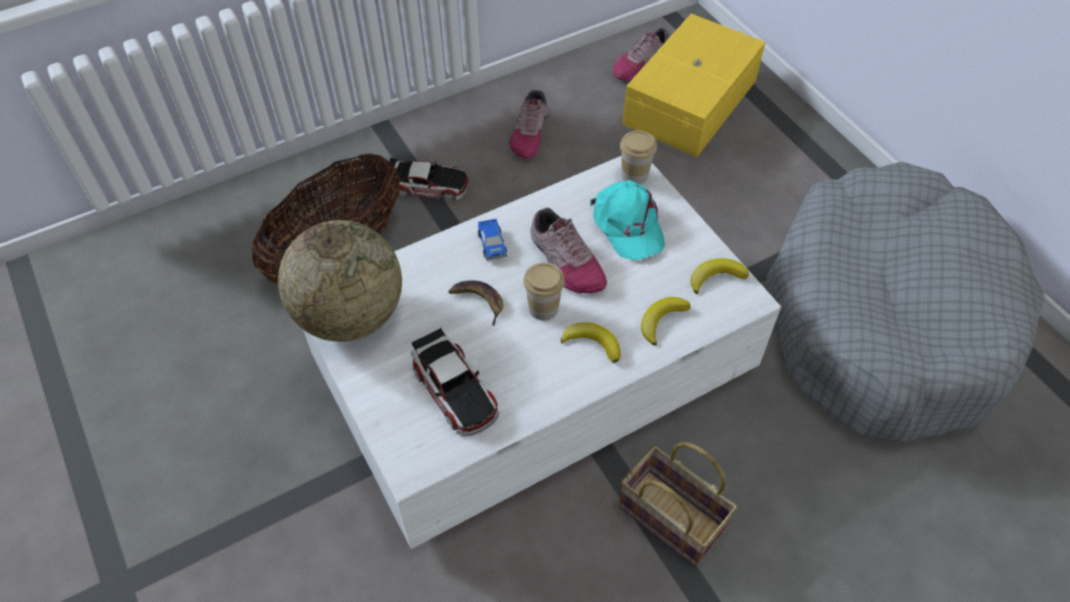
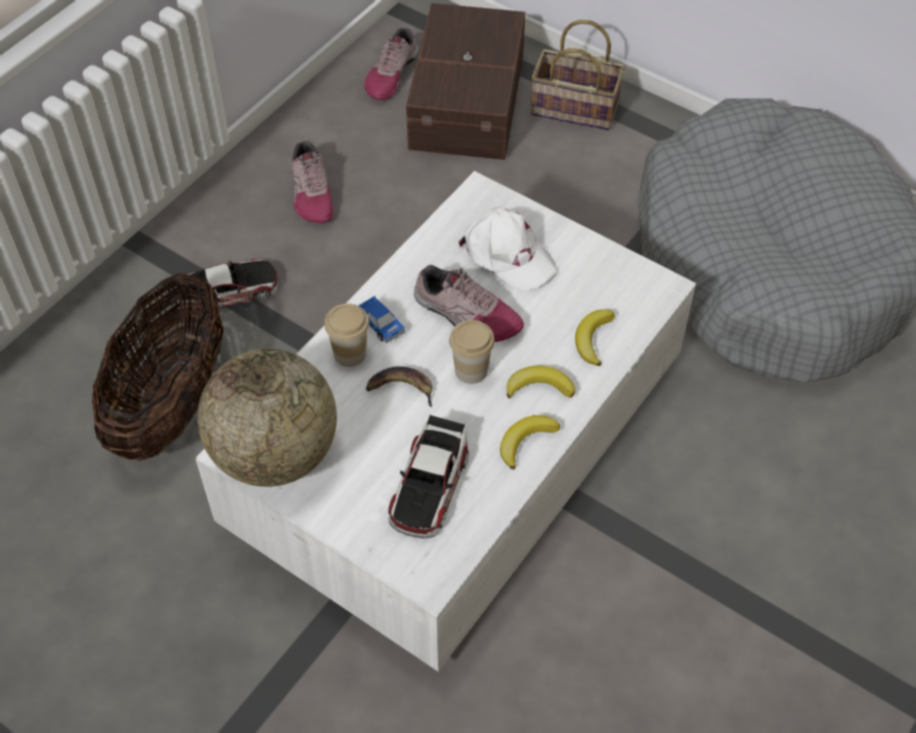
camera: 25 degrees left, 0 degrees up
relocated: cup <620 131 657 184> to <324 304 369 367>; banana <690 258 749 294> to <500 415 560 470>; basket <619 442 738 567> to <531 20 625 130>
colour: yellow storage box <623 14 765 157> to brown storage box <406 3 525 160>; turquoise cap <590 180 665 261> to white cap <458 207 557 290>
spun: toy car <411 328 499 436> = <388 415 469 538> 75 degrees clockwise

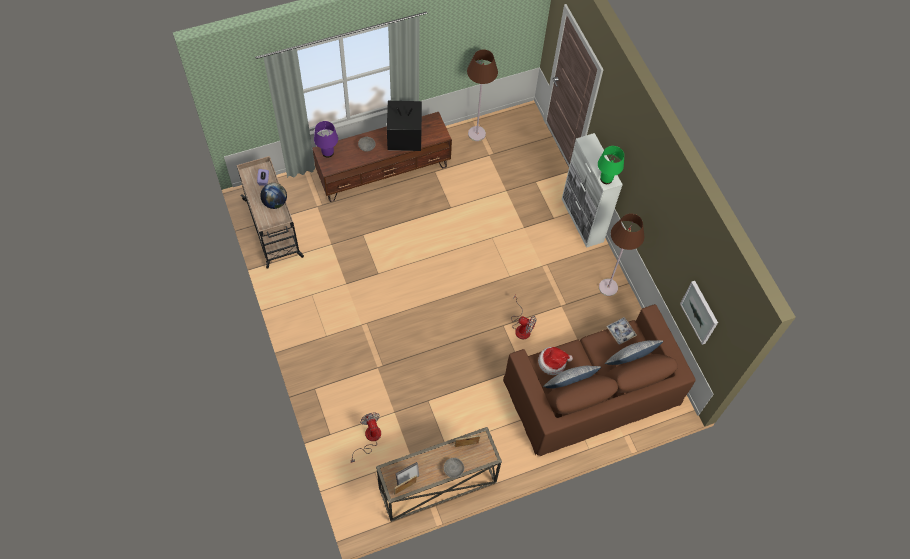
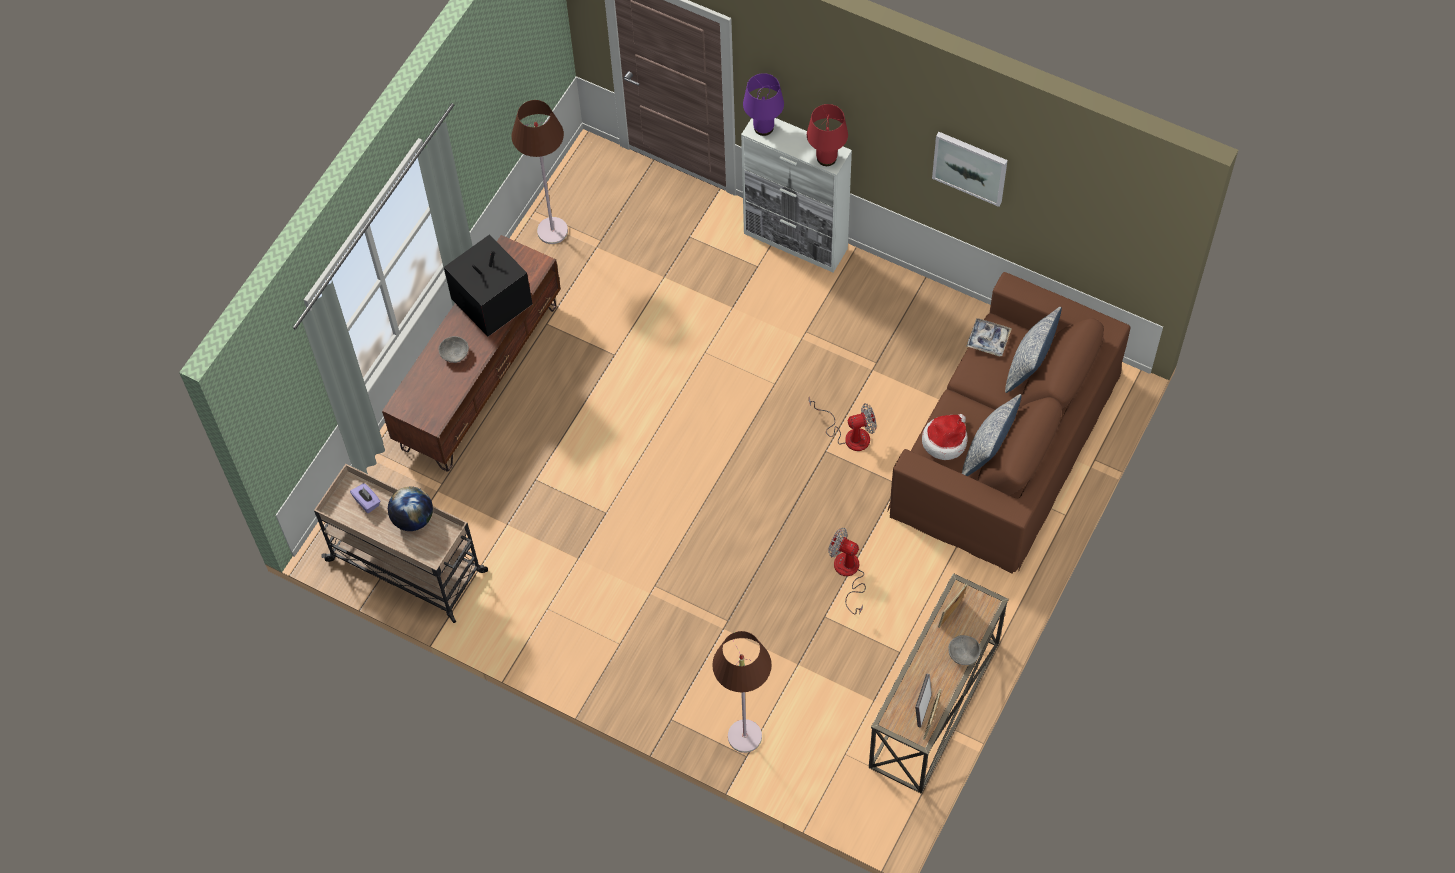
camera: 35 degrees left, 0 degrees up
relocated: brown floor lamp <599 213 644 296> to <712 631 772 753>; purple table lamp <314 121 338 158> to <743 73 784 136>; fan <351 412 381 463> to <828 528 866 614>; picture <680 281 718 345> to <932 132 1008 207>
colour: green table lamp <598 146 624 184> to red table lamp <807 104 848 166>

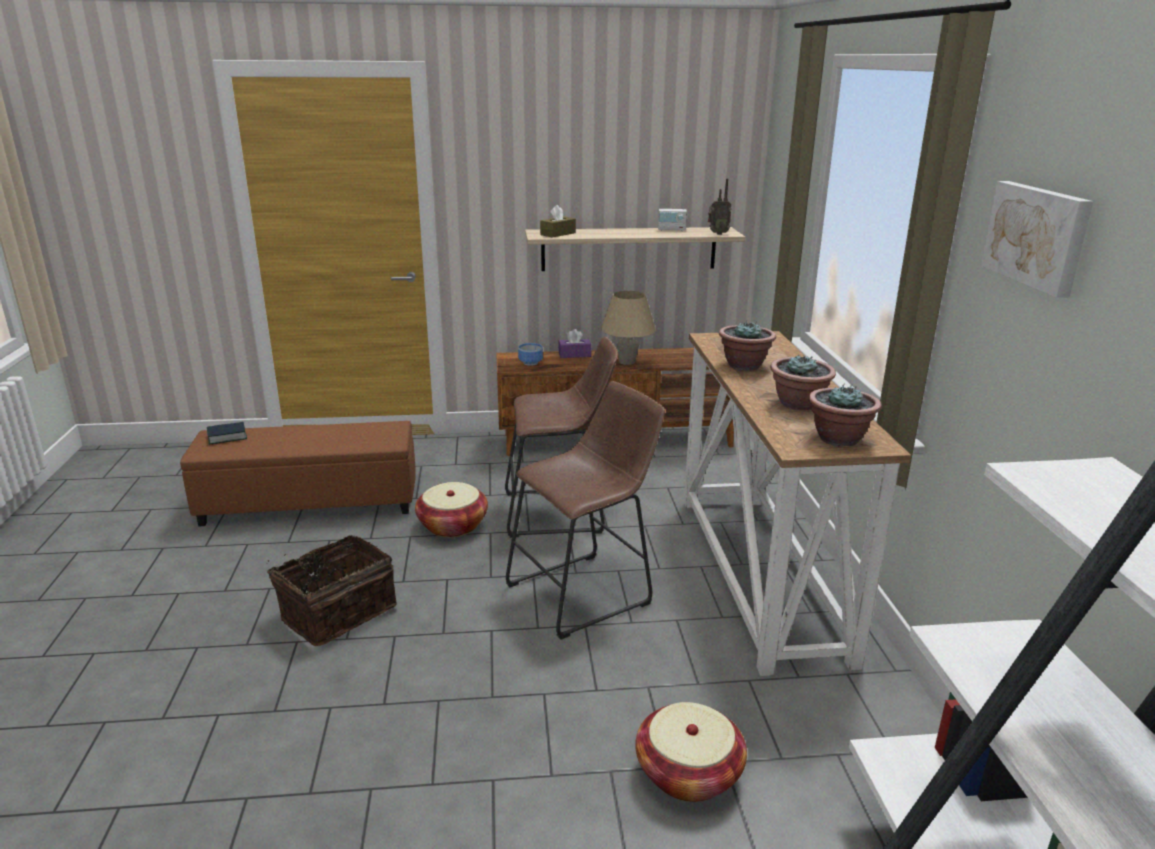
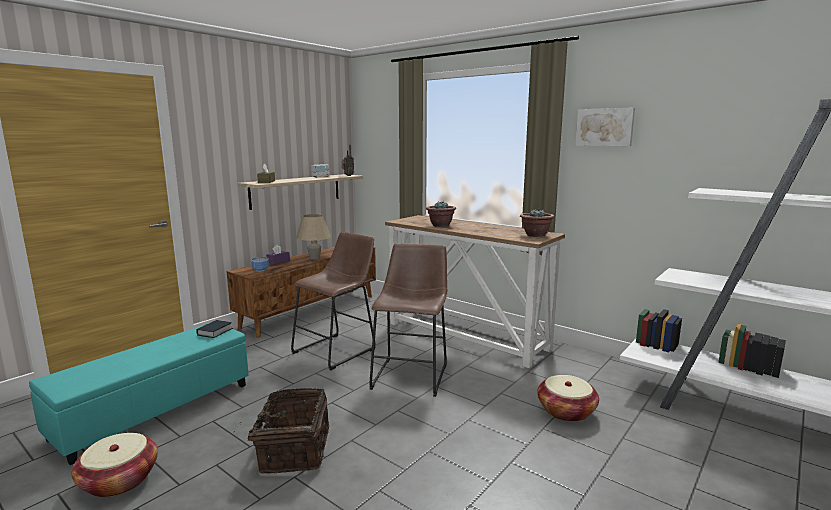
camera: 45 degrees left, 10 degrees down
missing: potted plant <770 354 836 411>
relocated: basket <415 482 488 537> to <71 433 158 497>; book <207 422 247 444> to <196 320 233 338>
colour: brown ottoman <180 421 416 526> to turquoise ottoman <29 325 248 465>

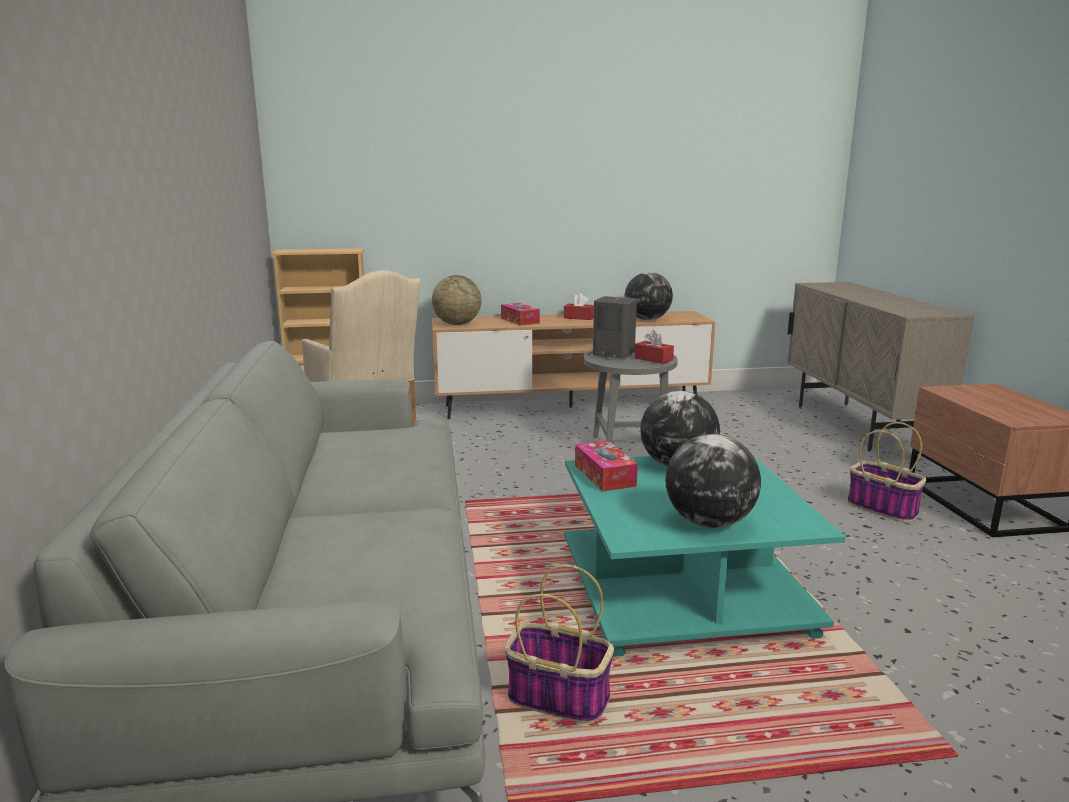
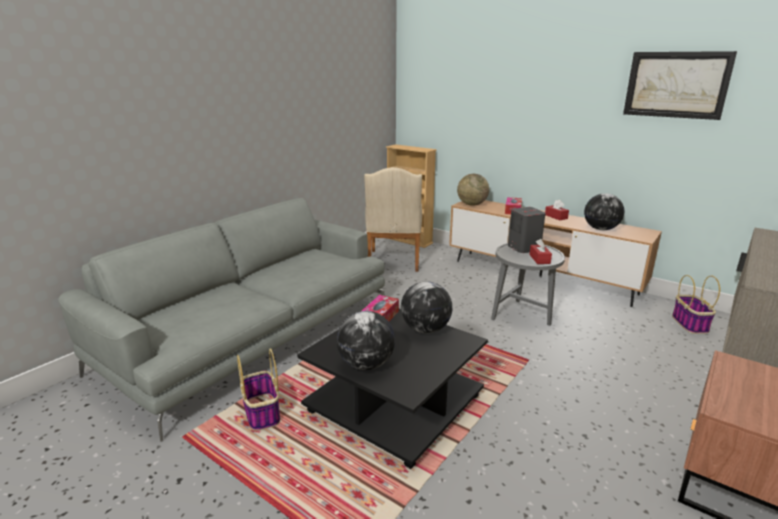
camera: 45 degrees right, 5 degrees up
appeared: picture <623 51 737 120>
relocated: basket <847 422 926 523> to <672 275 720 334>
colour: turquoise coffee table <564 456 846 657> to black coffee table <297 309 488 469>

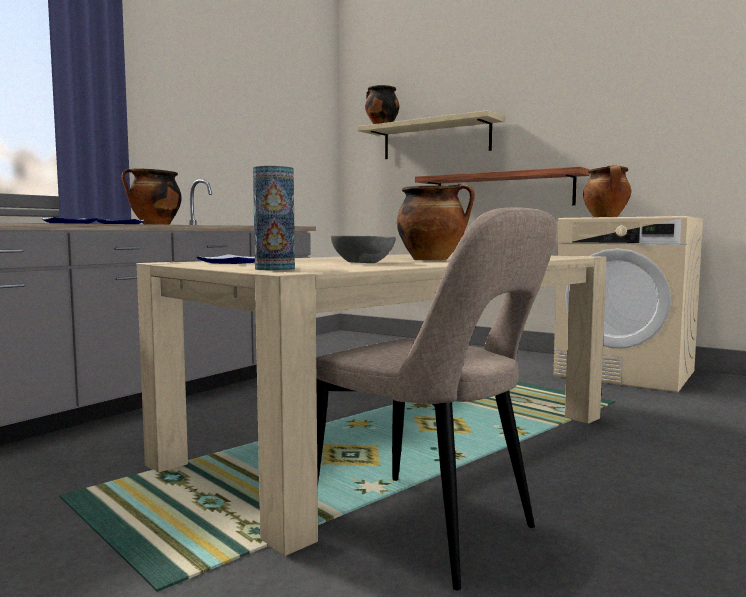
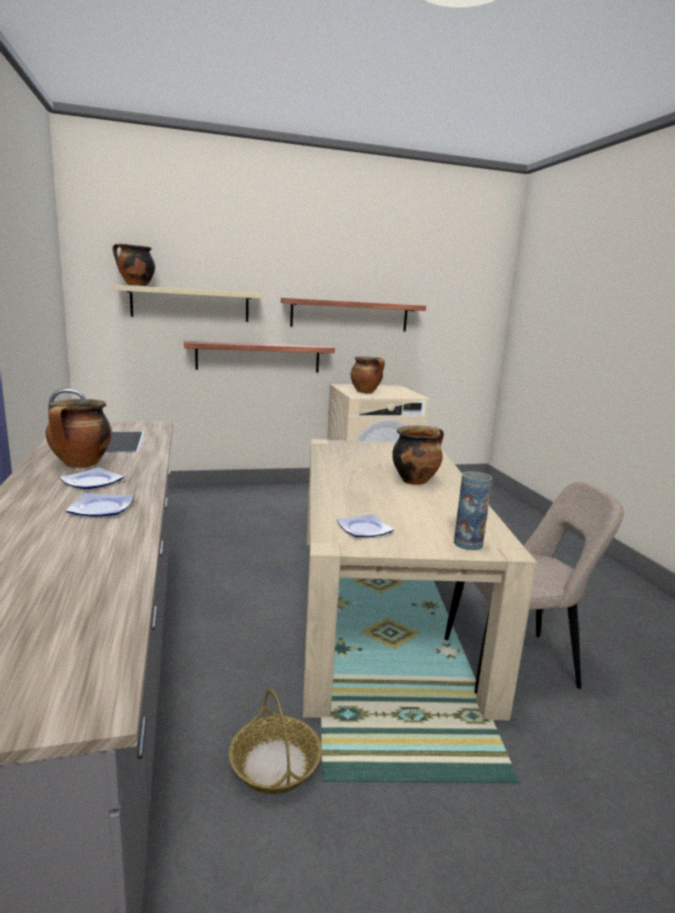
camera: 50 degrees left, 10 degrees up
missing: grey bowl <331 235 396 263>
appeared: basket <229 689 322 794>; shelf <281 298 426 332>

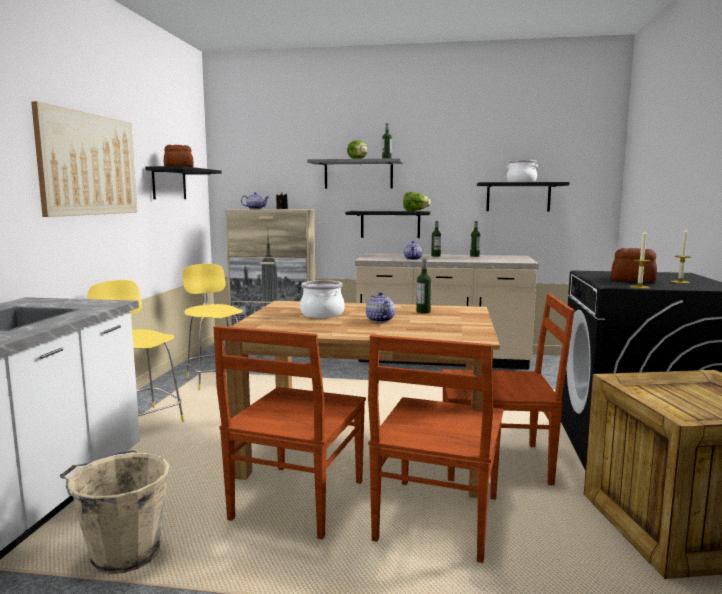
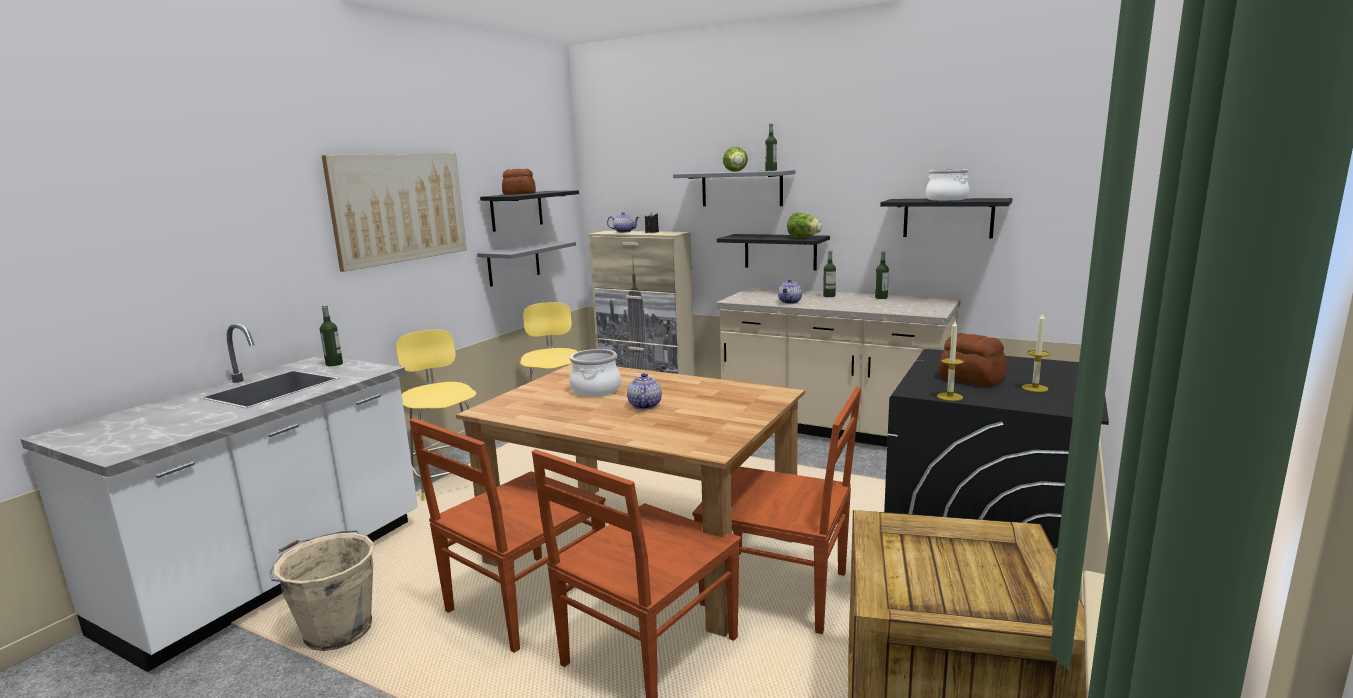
camera: 20 degrees right, 5 degrees up
appeared: grey shelf <477 241 576 286>
relocated: bottle <416 259 431 314> to <320 305 343 366>

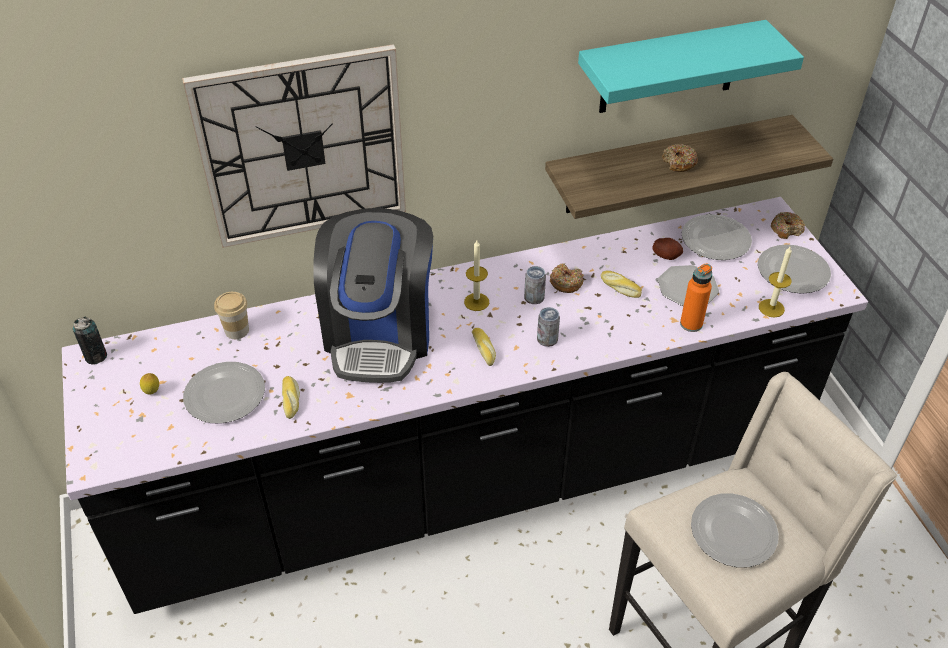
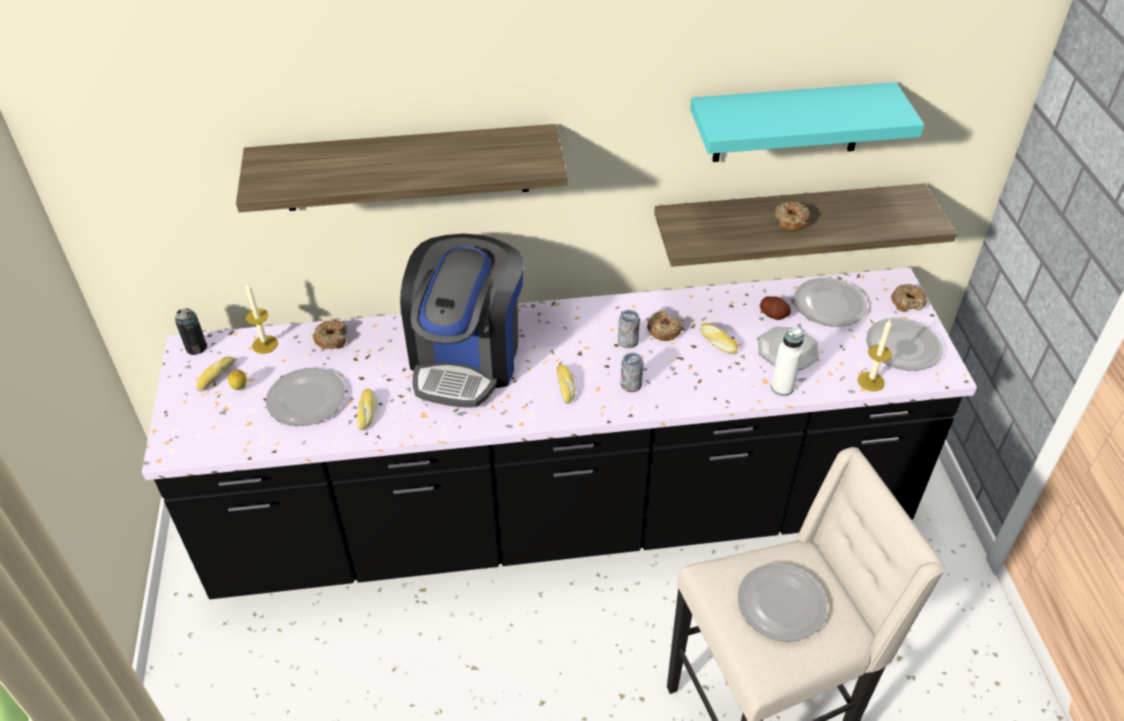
camera: 10 degrees right, 0 degrees up
appeared: bread <196 357 236 391>
relocated: candle <464 240 489 311> to <246 283 278 354>
exchanged: wall clock <182 44 406 248> to shelf <236 124 568 212>; cup <214 292 249 339> to donut <313 320 347 349>
colour: orange bottle <680 264 712 332> to white bottle <771 327 804 396>

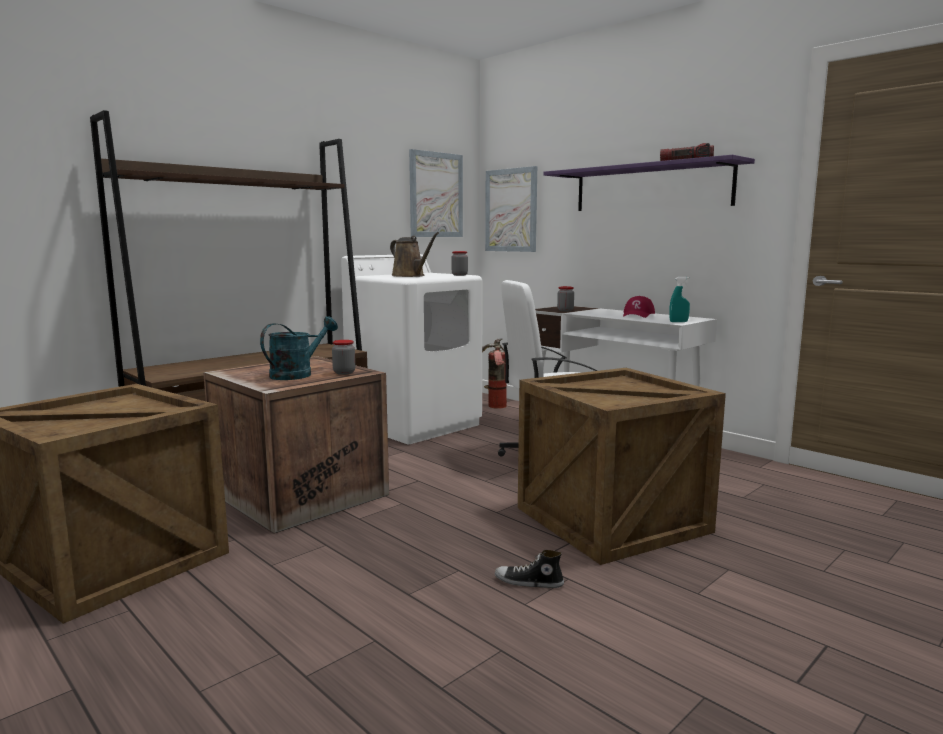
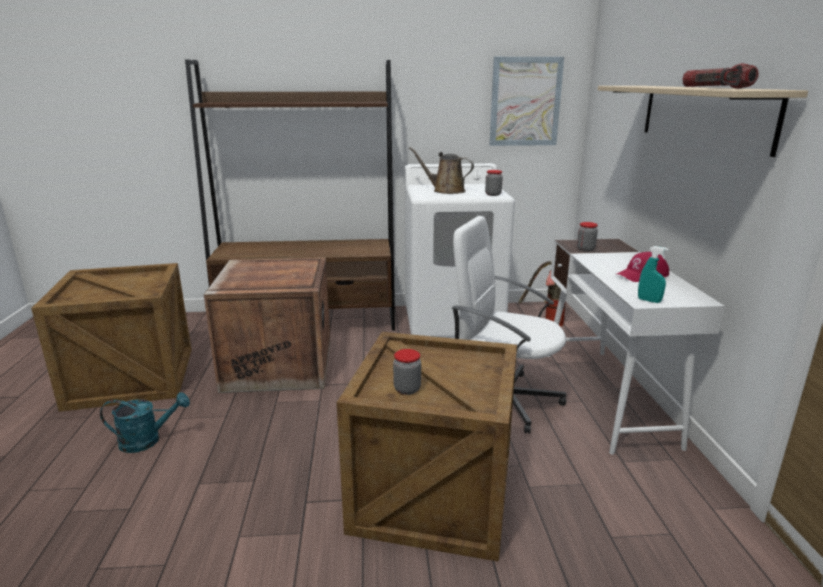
camera: 40 degrees right, 10 degrees up
missing: picture <485 166 537 252>; shoe <495 550 564 588>
relocated: turquoise watering can <260 316 338 380> to <100 392 190 453>; jar <332 340 355 375> to <393 349 421 395>
colour: purple shelf <543 155 755 211> to beige shelf <598 86 808 157>
spun: brown watering can <390 232 439 277> = <409 147 474 194> 120 degrees clockwise

